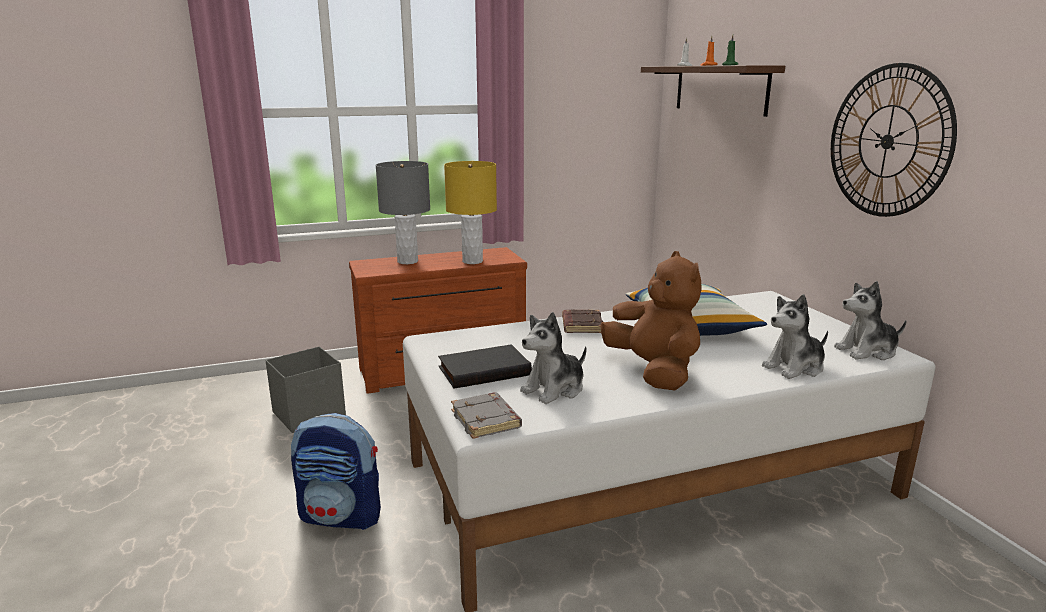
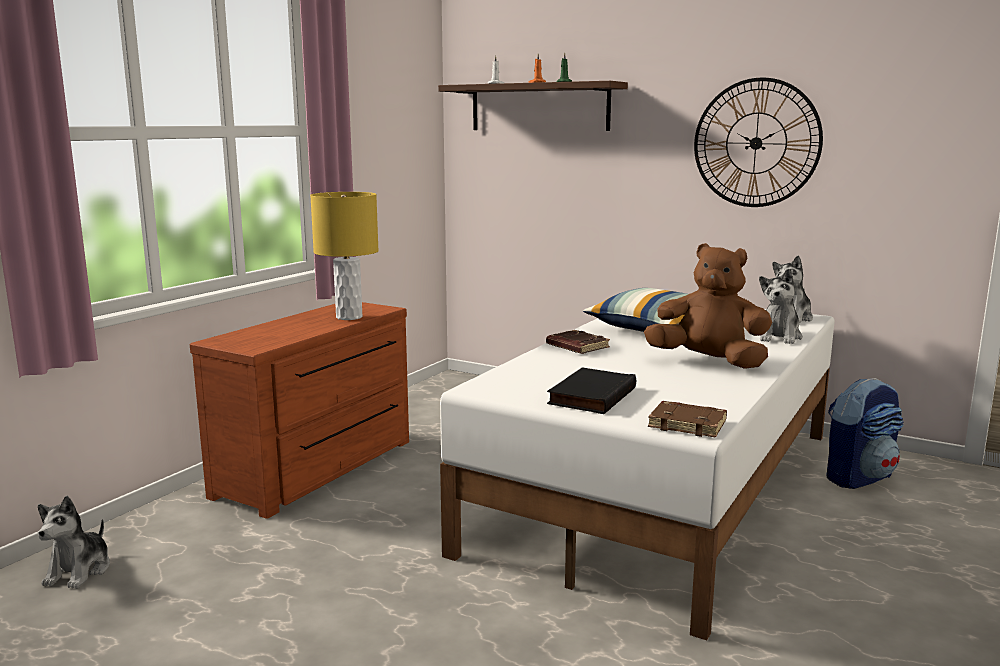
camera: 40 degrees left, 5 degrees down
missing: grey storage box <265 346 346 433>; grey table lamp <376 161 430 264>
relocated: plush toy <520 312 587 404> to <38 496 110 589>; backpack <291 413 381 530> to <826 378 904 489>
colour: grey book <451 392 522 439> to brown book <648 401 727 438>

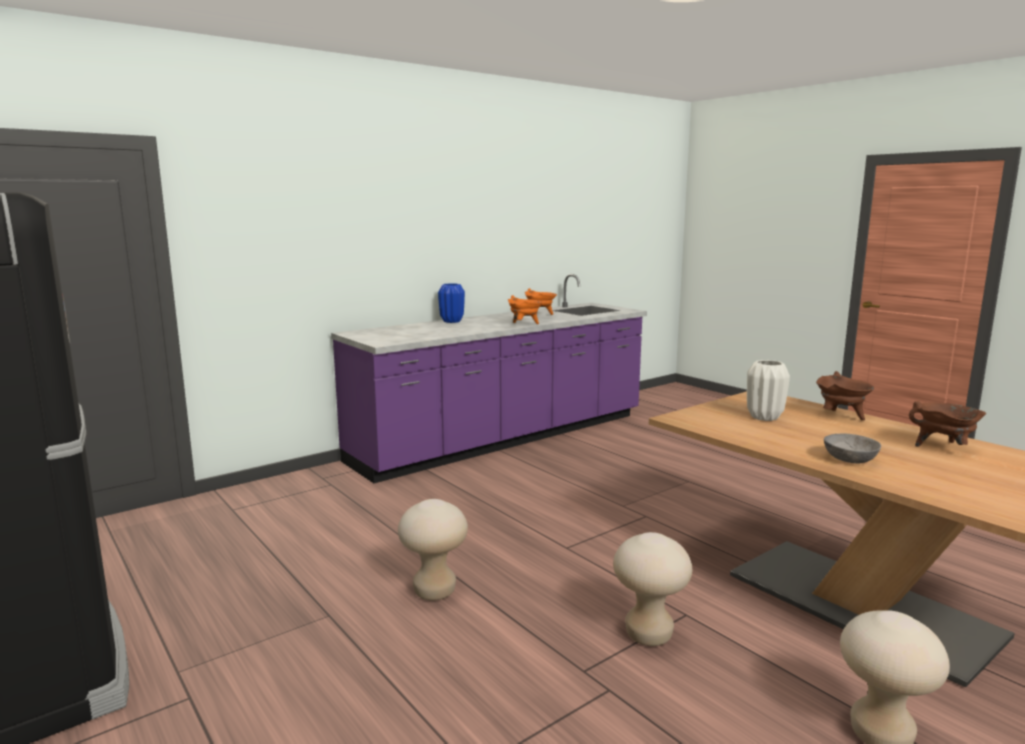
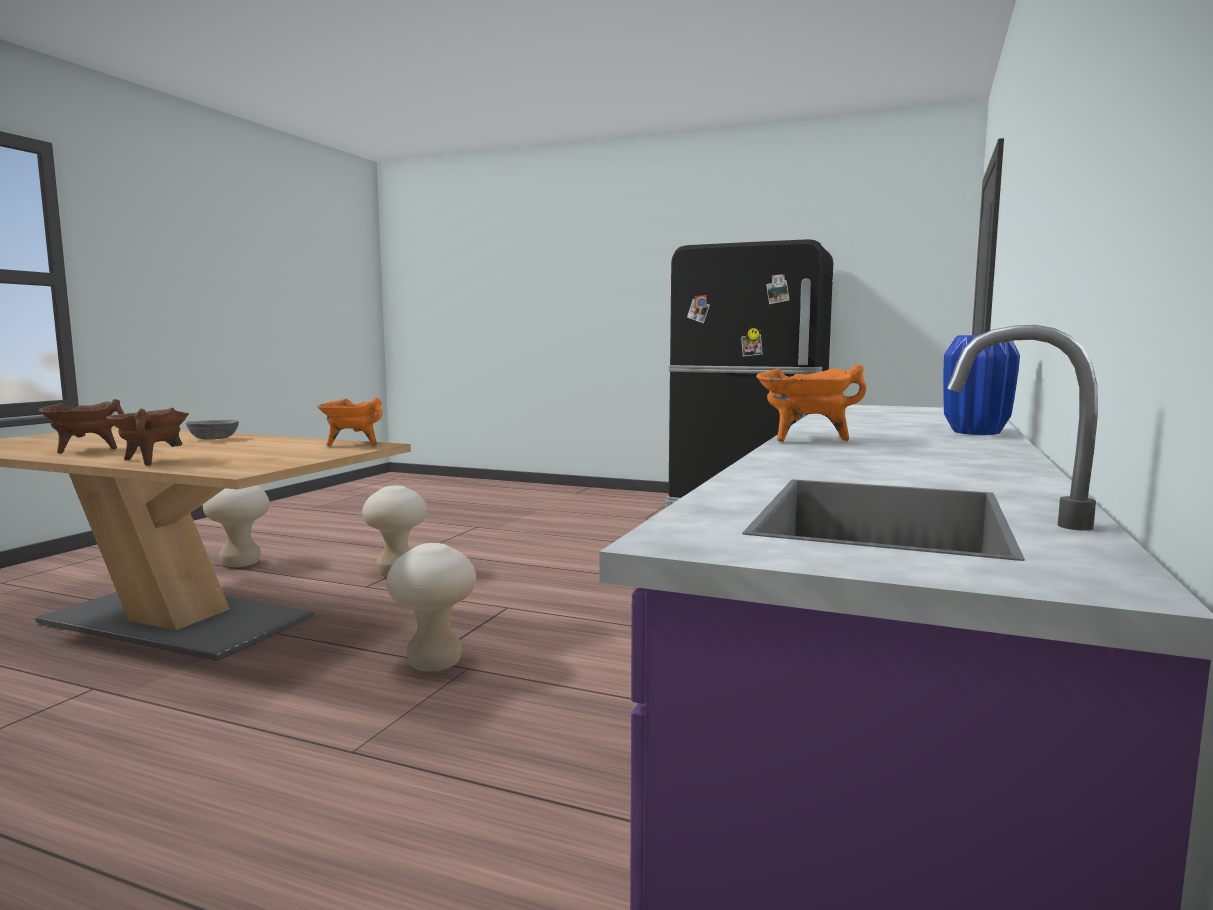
camera: 150 degrees right, 5 degrees down
missing: white vase <747 360 790 421>
relocated: orange cooking pot <525 288 557 315> to <317 397 382 446>; beige stool <398 499 468 601> to <386 543 476 671>

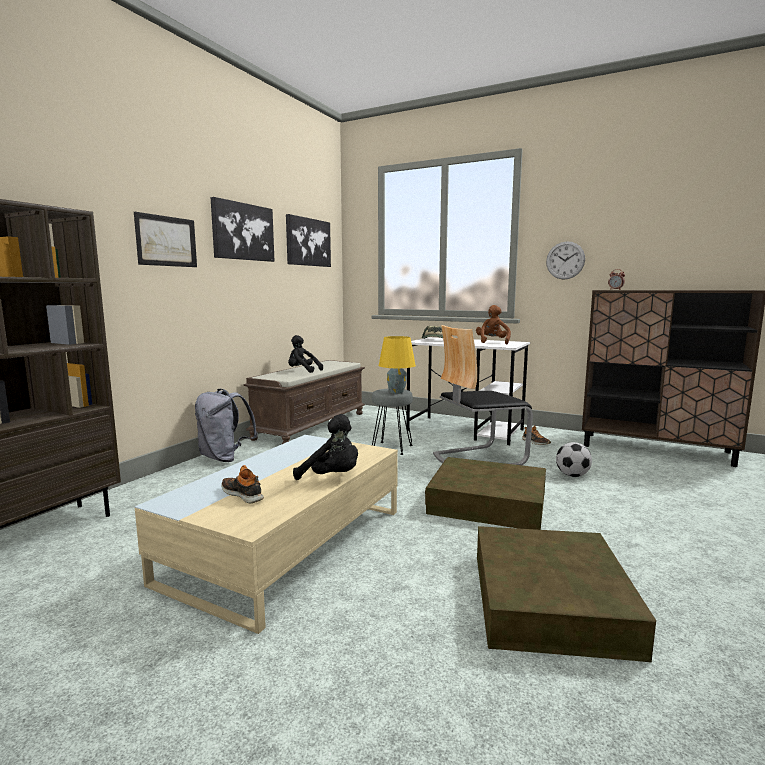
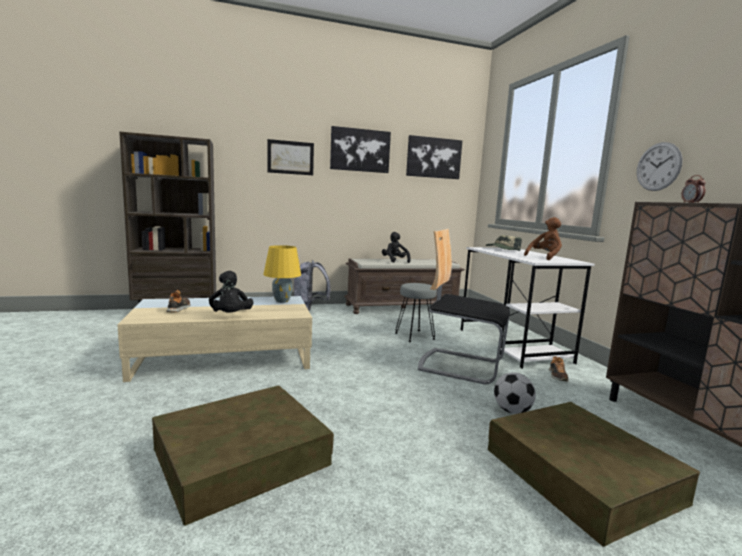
camera: 45 degrees right, 0 degrees up
relocated: yellow table lamp <379 336 416 394> to <263 245 301 303>; brown storage box <425 457 546 530> to <488 402 700 546>

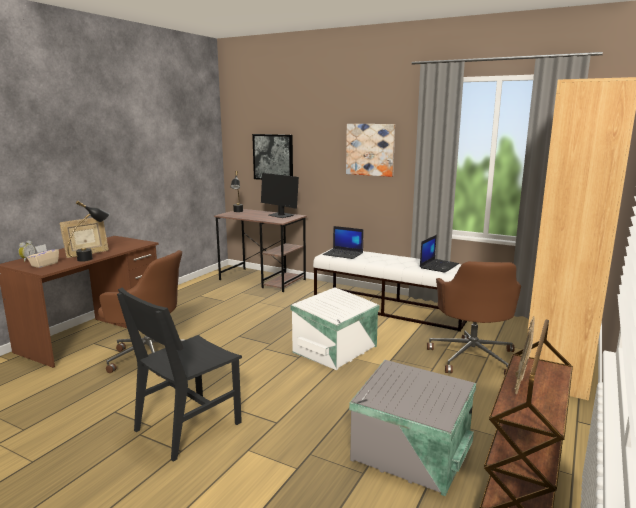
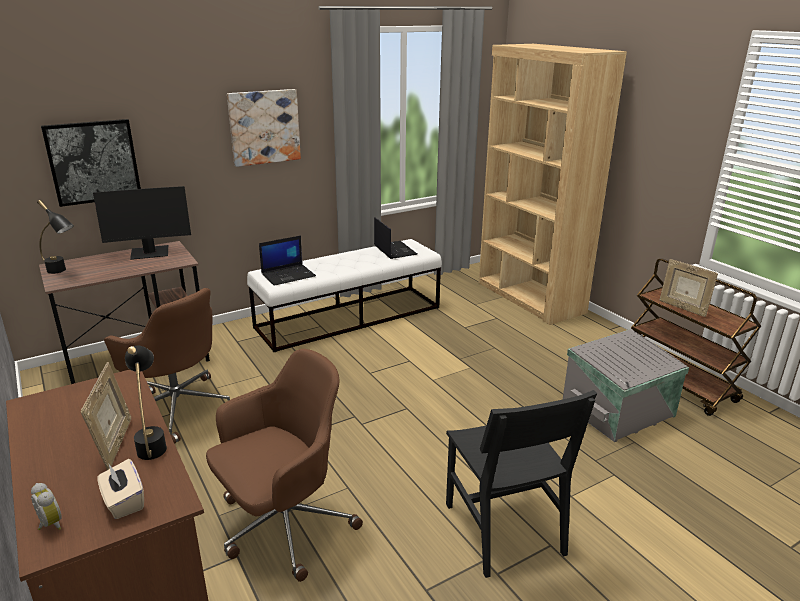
camera: 60 degrees left, 10 degrees up
missing: white storage box <291 287 379 370>
relocated: brown office chair <427 261 521 376> to <104 288 230 444>

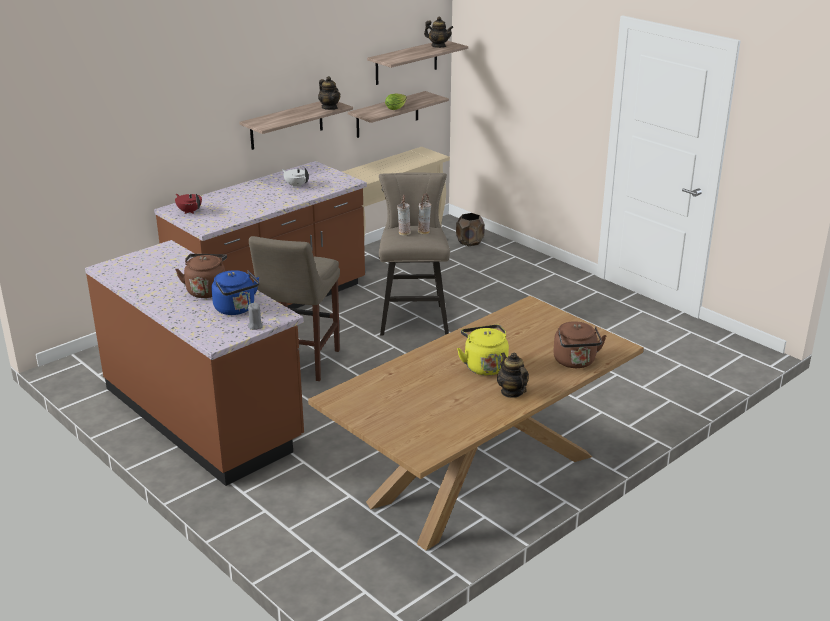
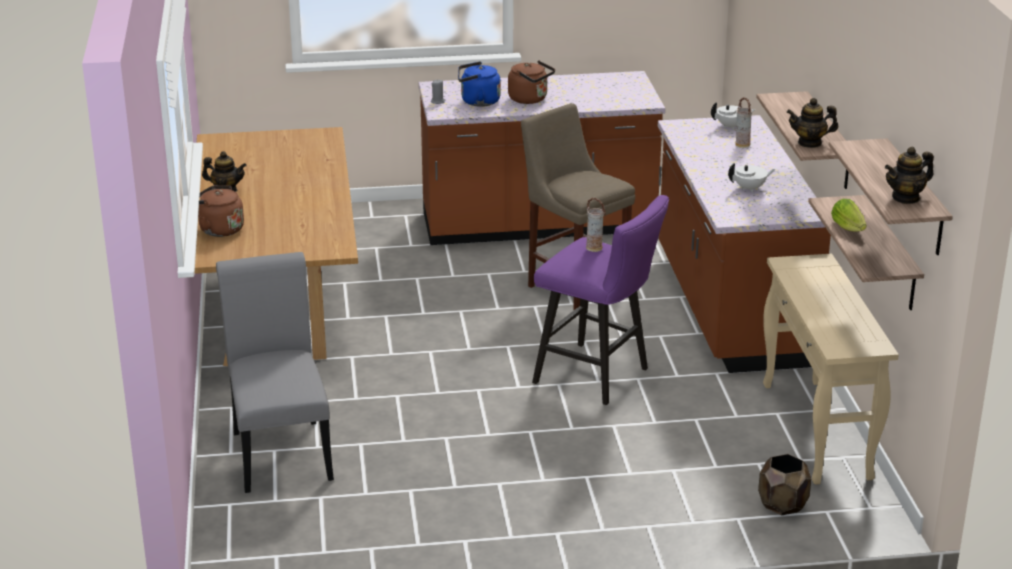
camera: 125 degrees right, 0 degrees up
missing: yellow kettle <457 325 509 376>
appeared: grey chair <216 252 334 493>
relocated: vase <418 193 431 234> to <735 97 752 148>
colour: beige stool <379 172 450 335> to purple stool <532 195 669 405>; red teapot <175 194 202 214> to white teapot <711 102 755 130>

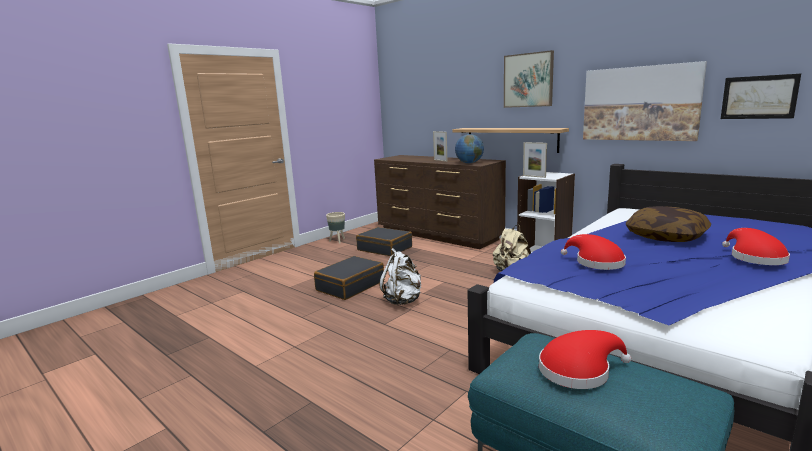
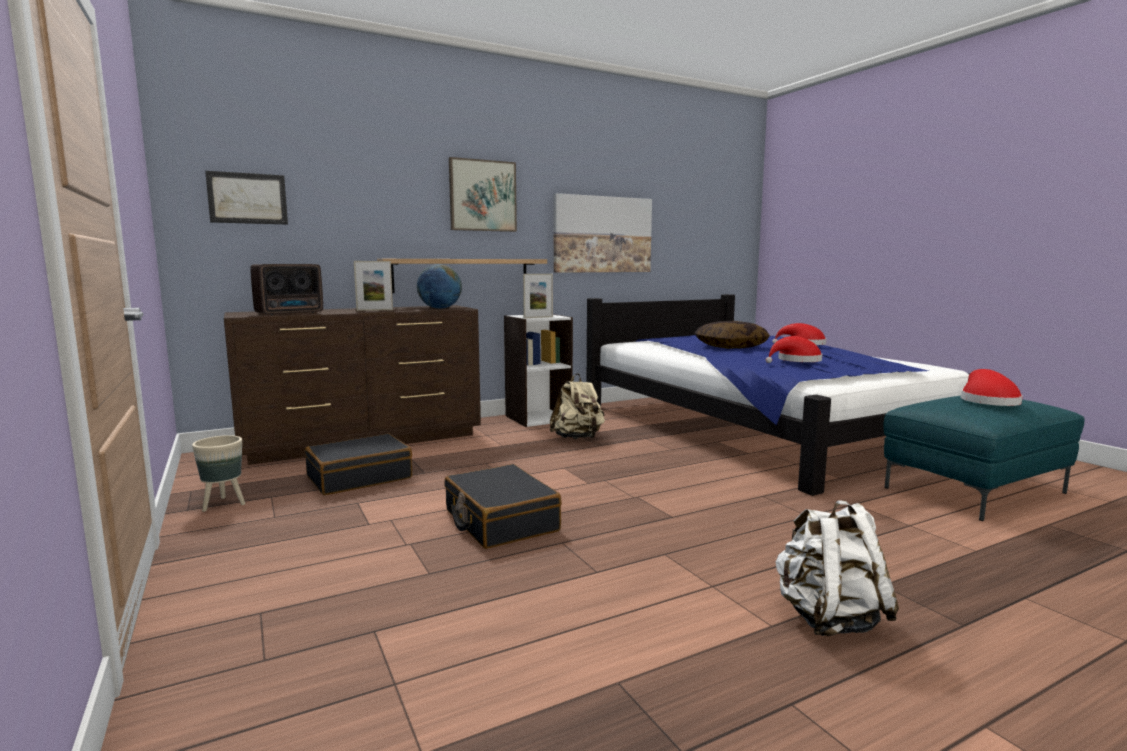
camera: 70 degrees left, 5 degrees down
appeared: radio <250 264 323 315>
relocated: picture <721 74 801 119> to <205 171 288 225>; white backpack <379 248 421 305> to <775 500 899 636>

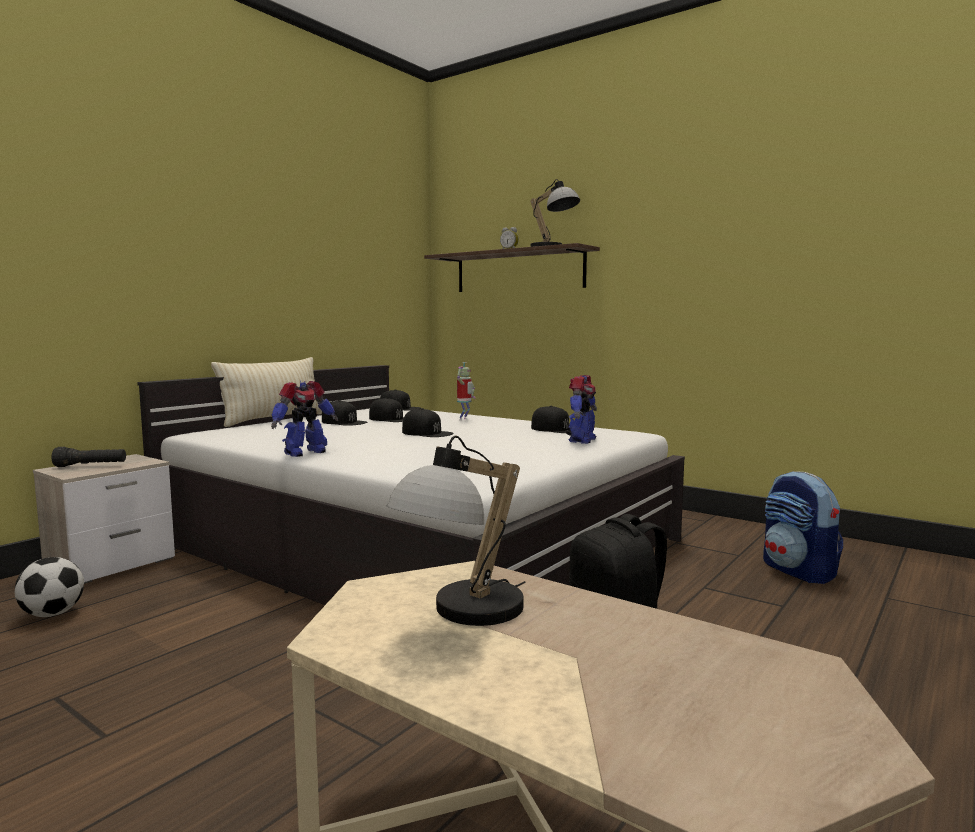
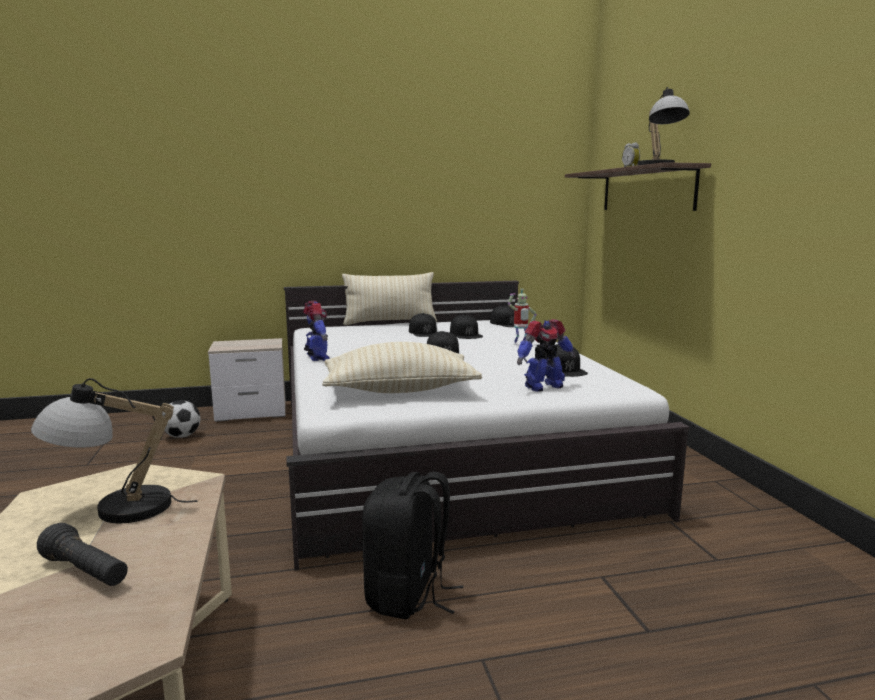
camera: 40 degrees right, 5 degrees up
missing: backpack <763 471 843 584>
appeared: beige pillow <322 342 482 393>
relocated: black flashlight <52 447 126 467> to <37 523 128 586>
spun: toy robot <271 381 338 457> = <303 301 330 361> 105 degrees counterclockwise

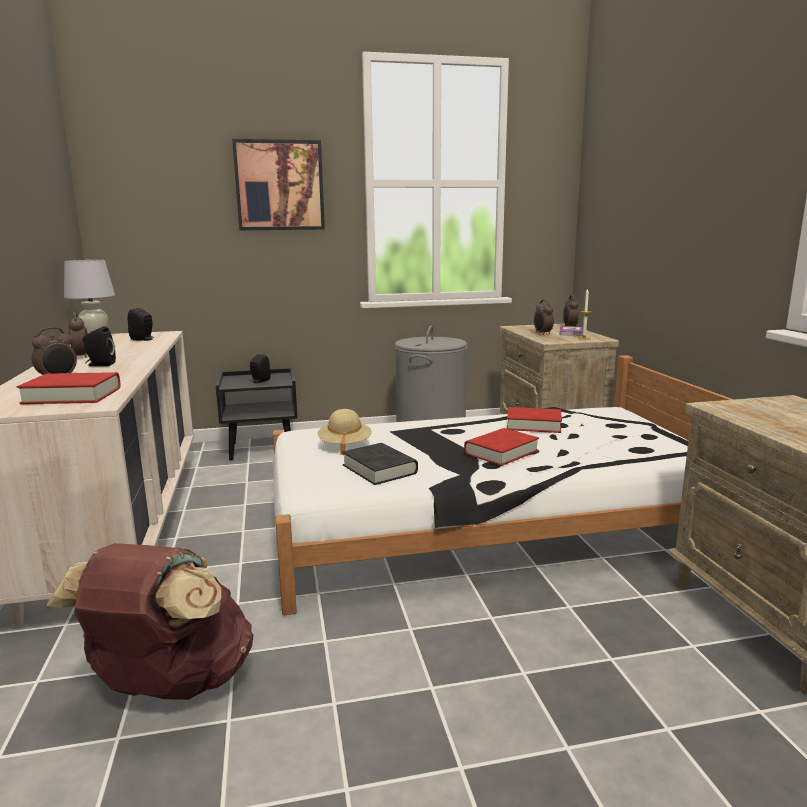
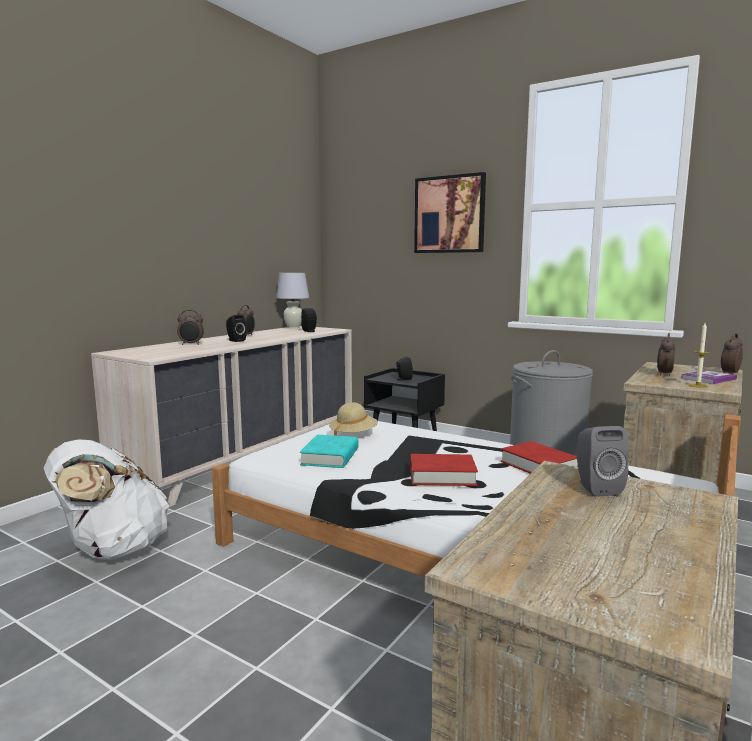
camera: 45 degrees right, 5 degrees down
missing: red book <17 372 121 404>
appeared: grey speaker <577 426 629 497>
colour: brown backpack <46 543 253 700> to white backpack <44 439 170 560>; black book <342 443 418 485> to turquoise book <300 435 359 468>

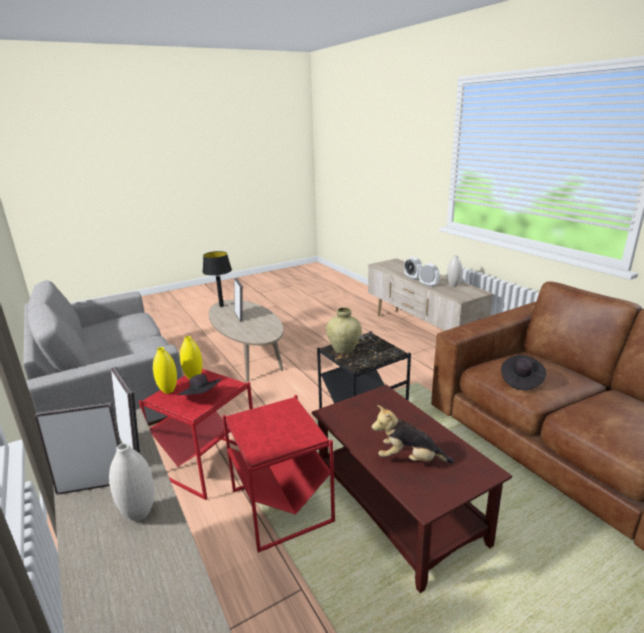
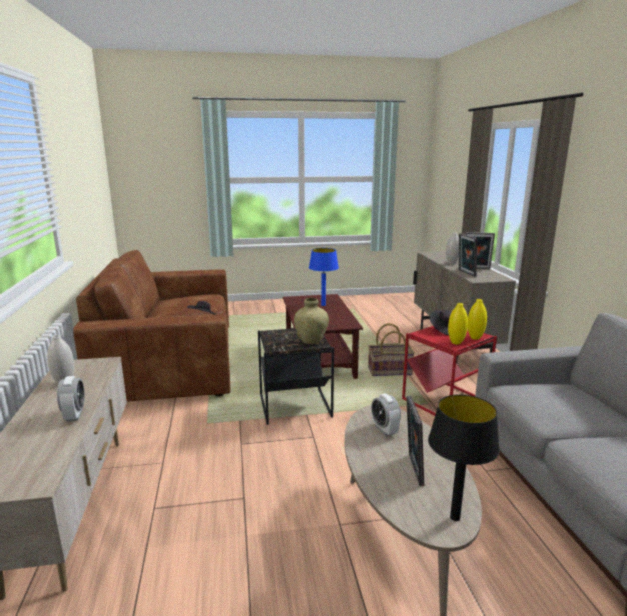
camera: 160 degrees left, 5 degrees down
relocated: alarm clock <419 263 440 287> to <371 394 401 436>
exchanged: plush toy <371 405 454 463> to blue table lamp <309 248 339 306>; red side table <223 395 335 553> to basket <368 323 415 376>

